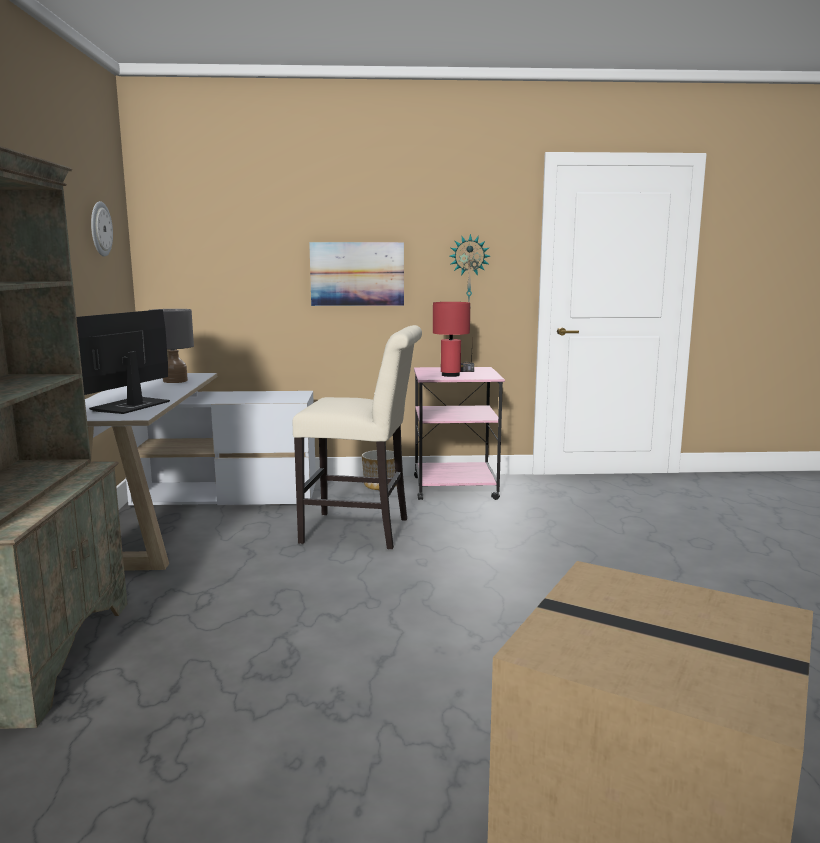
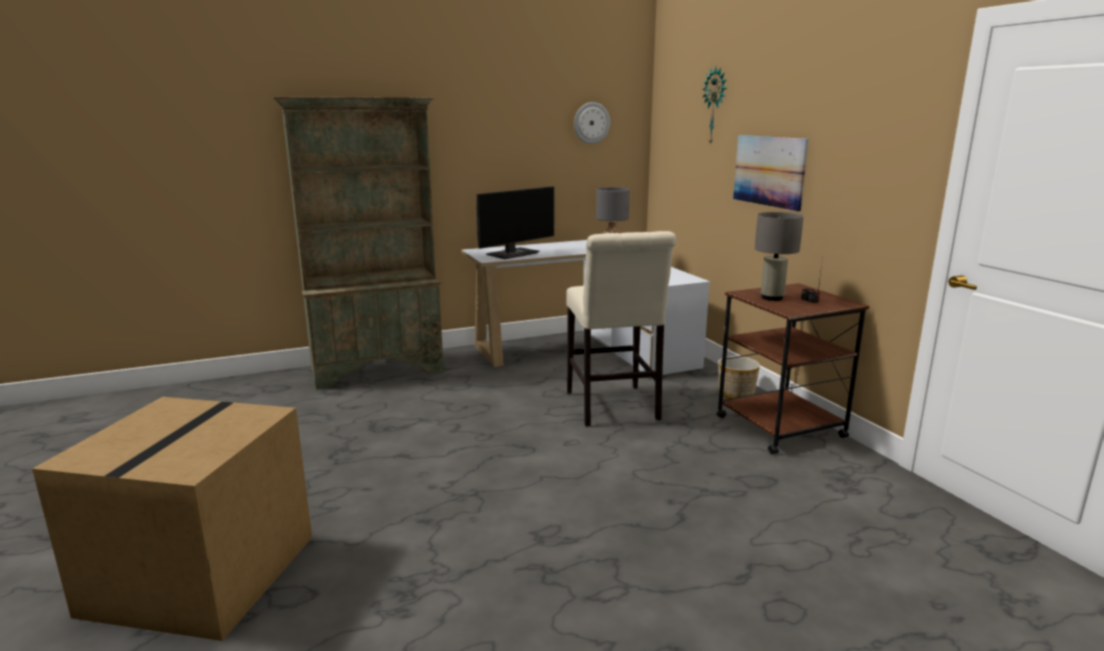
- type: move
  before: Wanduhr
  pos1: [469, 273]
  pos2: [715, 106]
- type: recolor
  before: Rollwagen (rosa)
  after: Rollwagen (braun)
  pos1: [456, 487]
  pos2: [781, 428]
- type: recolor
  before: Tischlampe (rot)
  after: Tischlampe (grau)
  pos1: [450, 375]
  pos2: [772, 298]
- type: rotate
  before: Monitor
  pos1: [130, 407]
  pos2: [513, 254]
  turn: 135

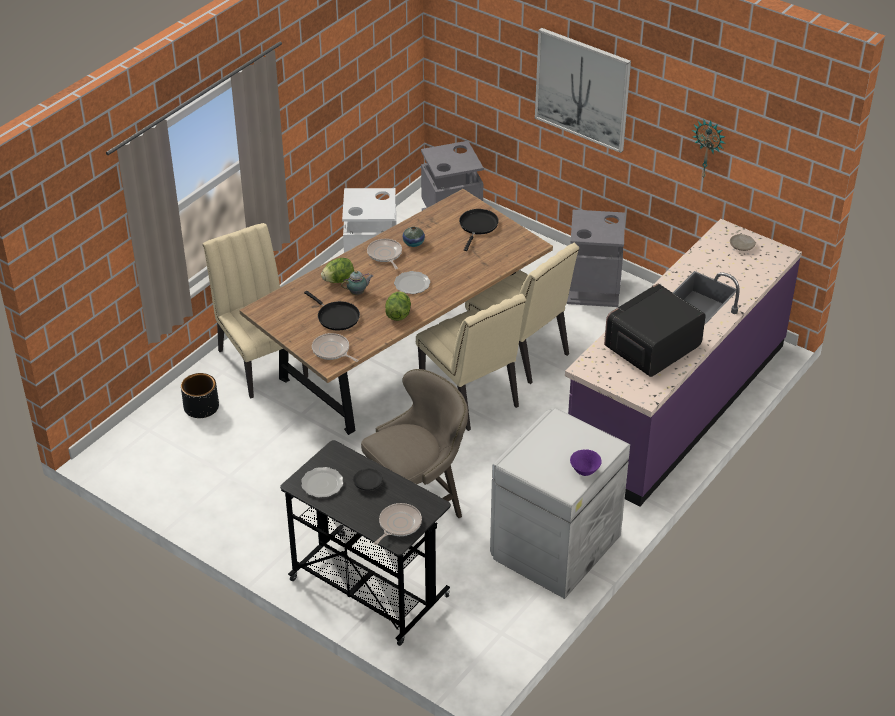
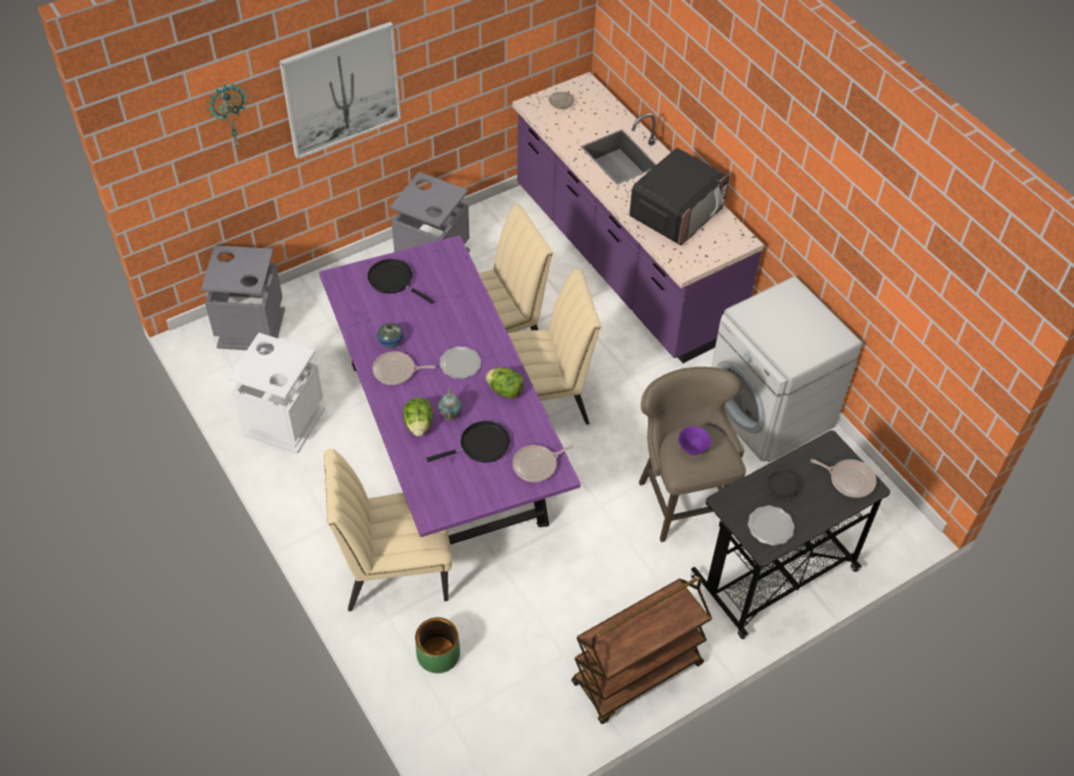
- type: insert
  after: Rollwagen (braun)
  pos2: [637, 675]
- type: move
  before: Schüssel (lila)
  pos1: [584, 471]
  pos2: [693, 449]
- type: move
  before: Wanduhr
  pos1: [708, 148]
  pos2: [229, 114]
- type: recolor
  before: Pflanzkübel (schwarz)
  after: Pflanzkübel (grün)
  pos1: [201, 407]
  pos2: [438, 654]
- type: recolor
  before: Esstisch (braun)
  after: Esstisch (lila)
  pos1: [401, 353]
  pos2: [446, 441]
- type: rotate
  before: Pfanne
  pos1: [398, 524]
  pos2: [849, 480]
  turn: 150
- type: rotate
  before: Mikrowelle
  pos1: [651, 348]
  pos2: [677, 213]
  turn: -120

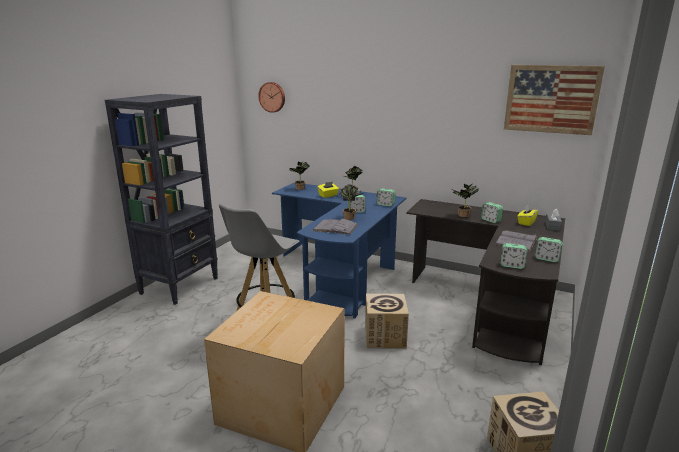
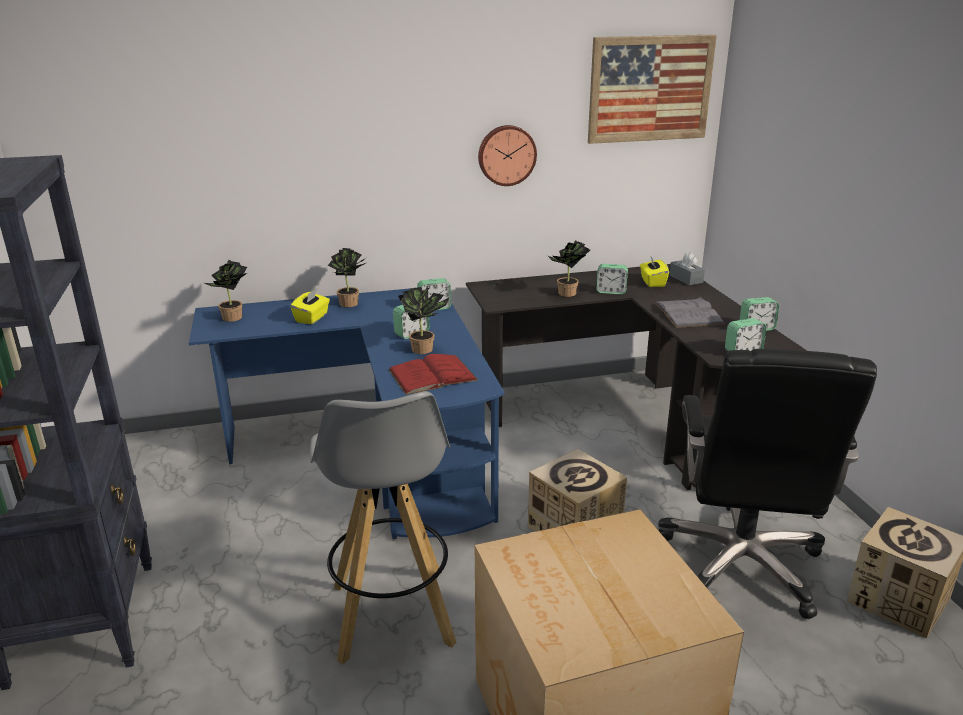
- type: insert
  after: Bürostuhl (schwarz)
  pos2: [741, 562]
- type: move
  before: Wanduhr
  pos1: [272, 97]
  pos2: [506, 155]
- type: recolor
  before: Buch (grau)
  after: Buch (rot)
  pos1: [335, 227]
  pos2: [432, 375]

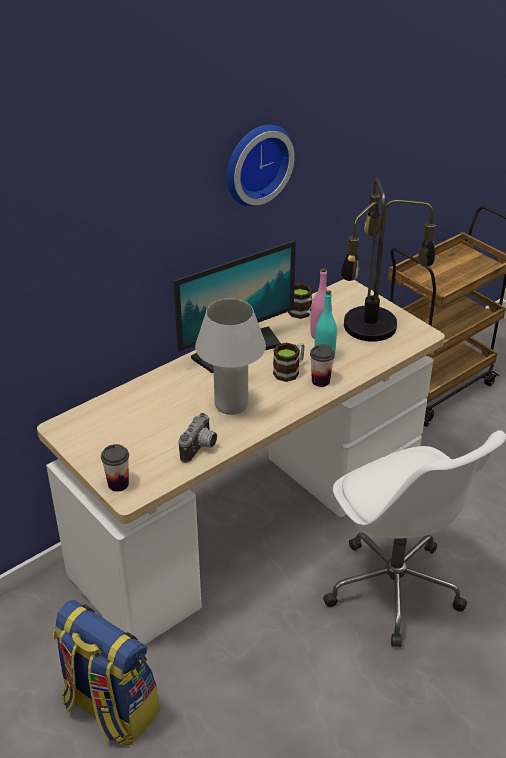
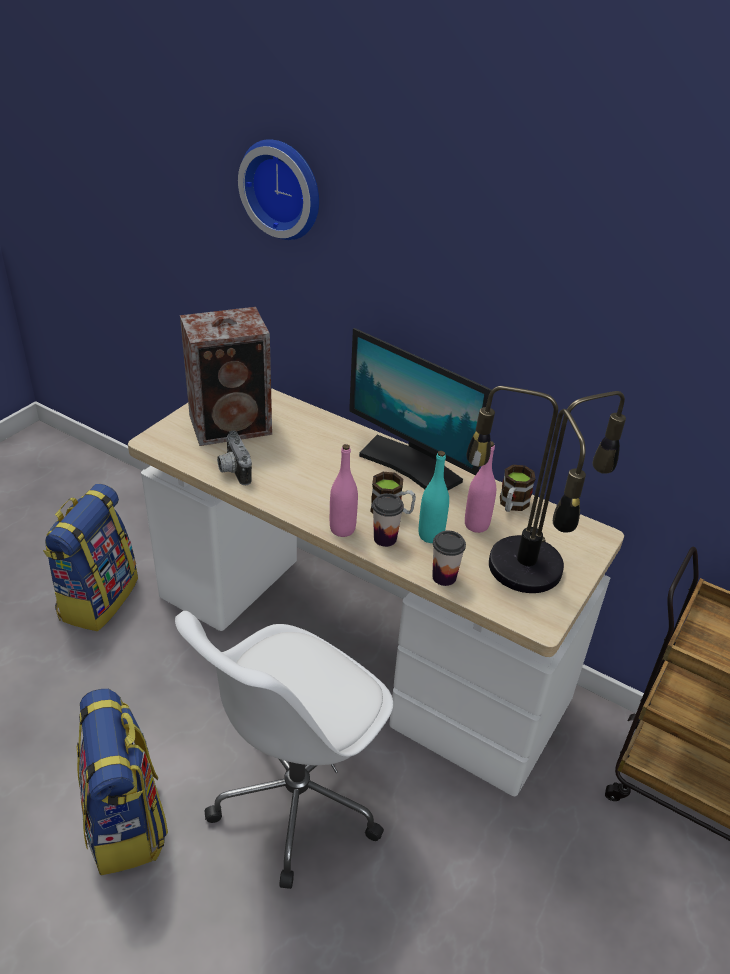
- type: delete
  before: Tischlampe (weiß)
  pos1: [231, 405]
- type: insert
  after: Rucksack
  pos2: [126, 822]
- type: insert
  after: Lautsprecher
  pos2: [233, 425]
- type: insert
  after: Flasche (rosa)
  pos2: [342, 529]
- type: move
  before: Tasse
  pos1: [118, 484]
  pos2: [444, 577]
- type: move
  before: Wanduhr
  pos1: [255, 163]
  pos2: [284, 188]
- type: rotate
  before: Kamera
  pos1: [200, 449]
  pos2: [232, 471]
  turn: 60

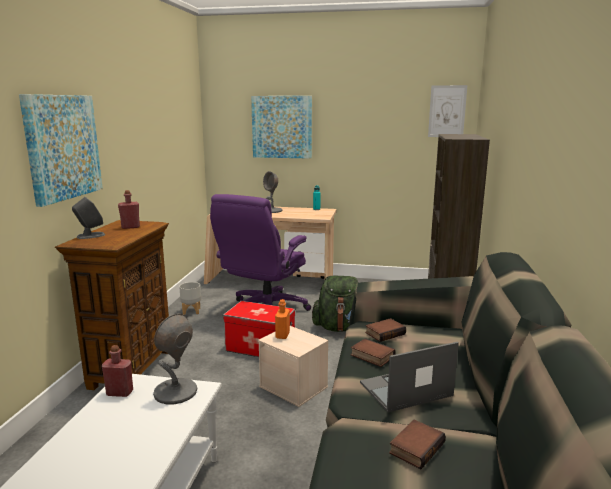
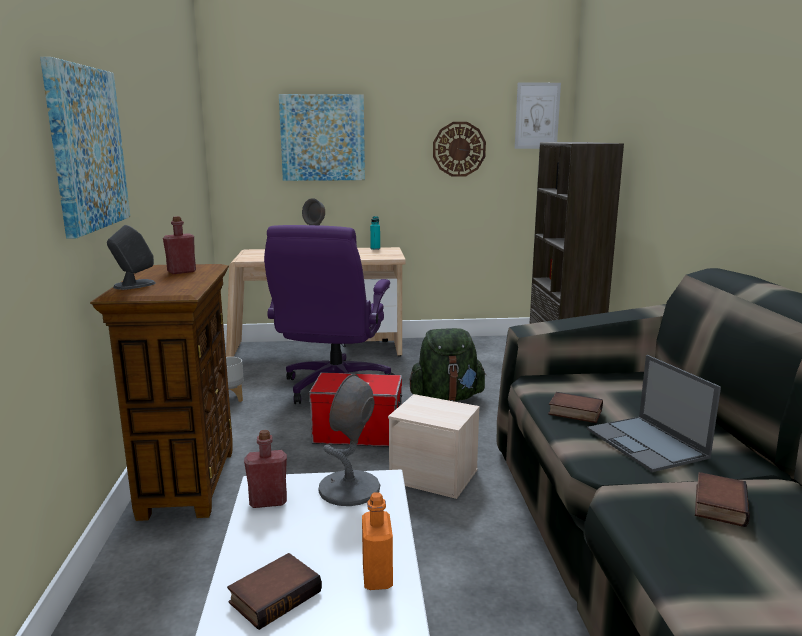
- type: insert
  after: Wanduhr
  pos2: [459, 149]
- type: move
  before: Flasche (orange)
  pos1: [282, 335]
  pos2: [377, 577]
- type: move
  before: Buch
  pos1: [385, 333]
  pos2: [275, 595]
- type: rotate
  before: Laptop
  pos1: [405, 389]
  pos2: [647, 444]
  turn: -75

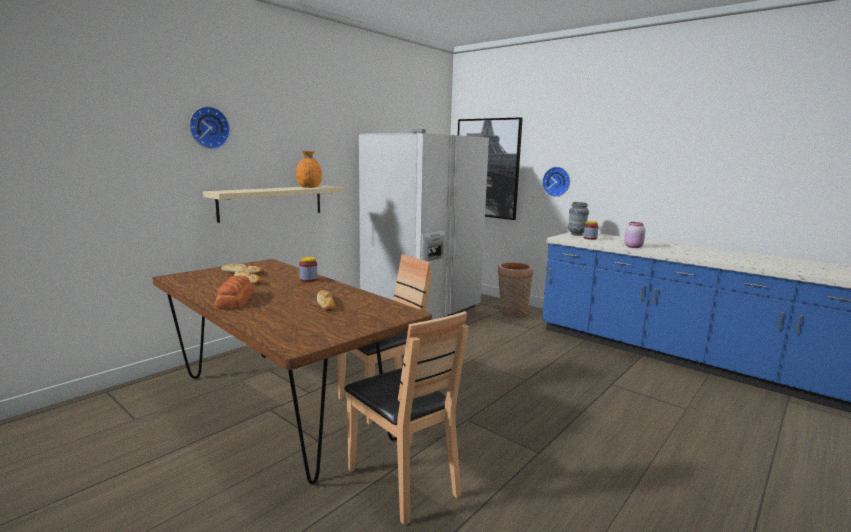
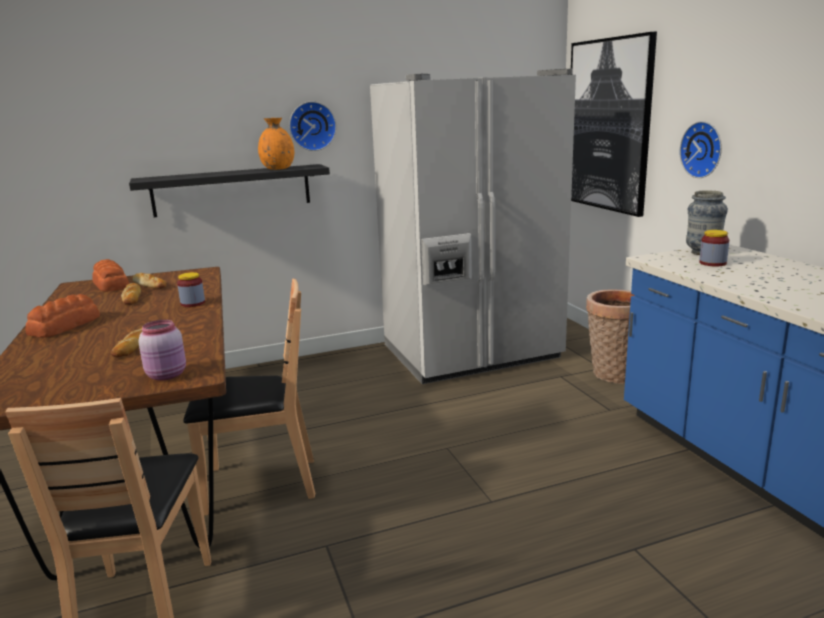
- type: insert
  after: Brot
  pos2: [111, 284]
- type: move
  before: Wanduhr
  pos1: [208, 128]
  pos2: [312, 126]
- type: move
  before: Vorratsglas (rosa)
  pos1: [633, 247]
  pos2: [168, 375]
- type: recolor
  before: Wandregal (beige)
  after: Wandregal (schwarz)
  pos1: [272, 202]
  pos2: [232, 190]

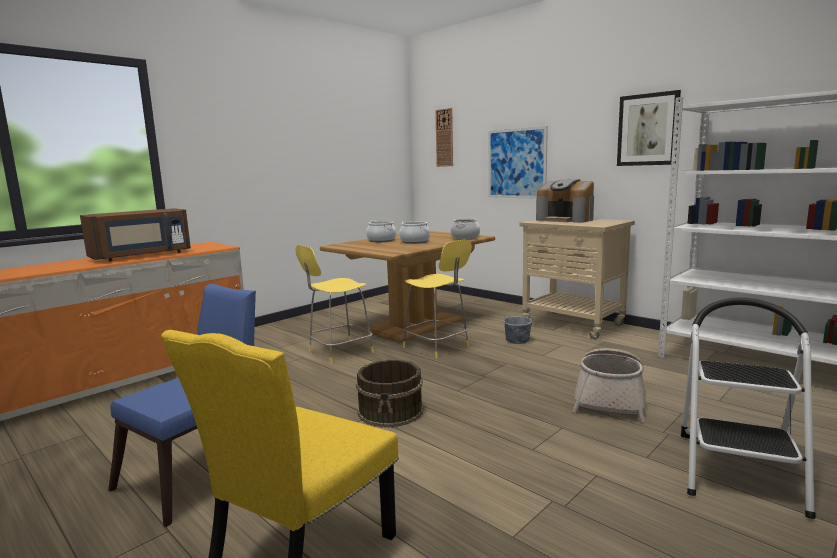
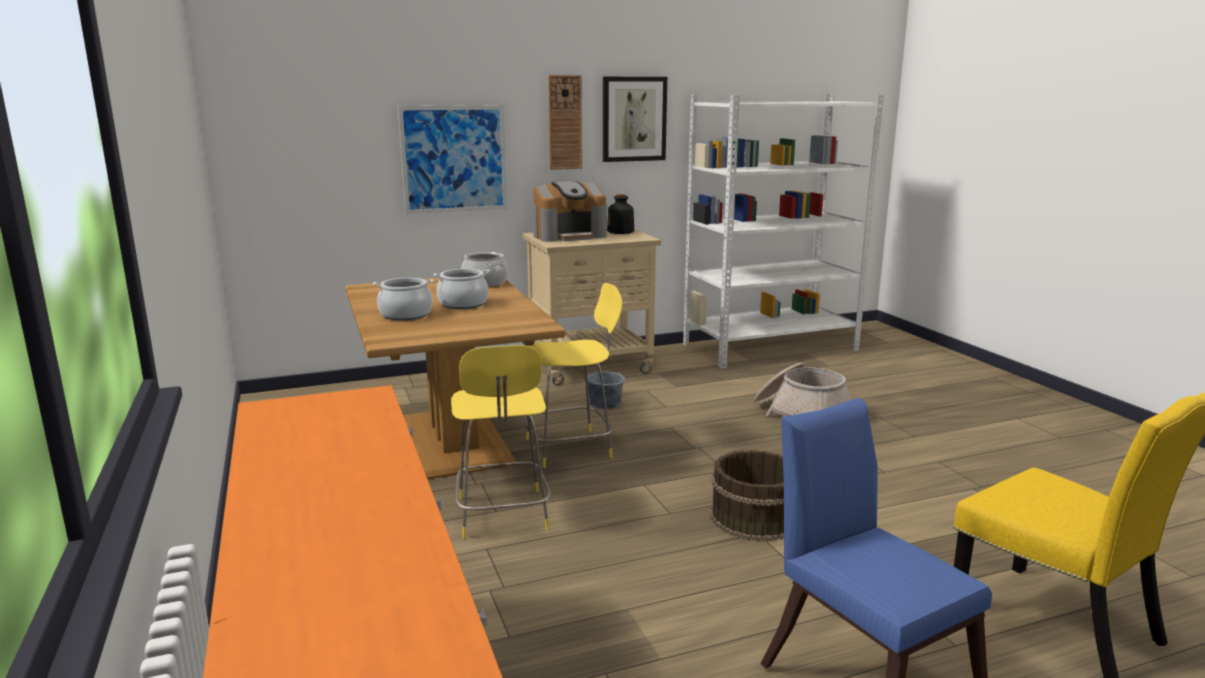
- type: delete
  before: Mikrowelle (braun)
  pos1: [142, 256]
- type: delete
  before: Trittleiter
  pos1: [738, 469]
- type: insert
  after: Flasche
  pos2: [620, 232]
- type: move
  before: Wanduhr
  pos1: [444, 138]
  pos2: [565, 122]

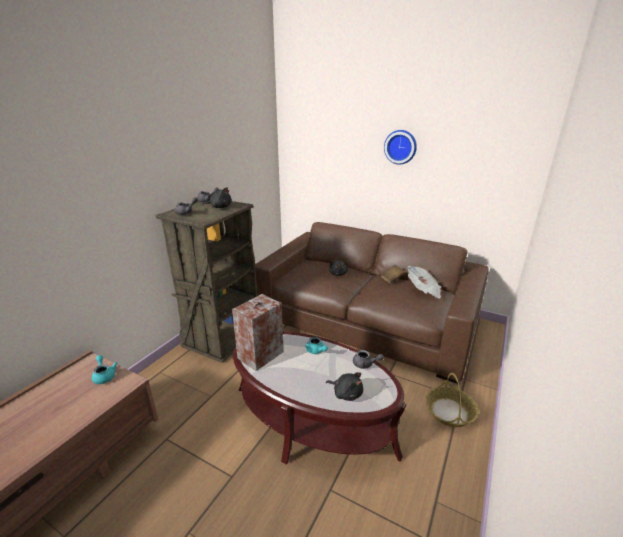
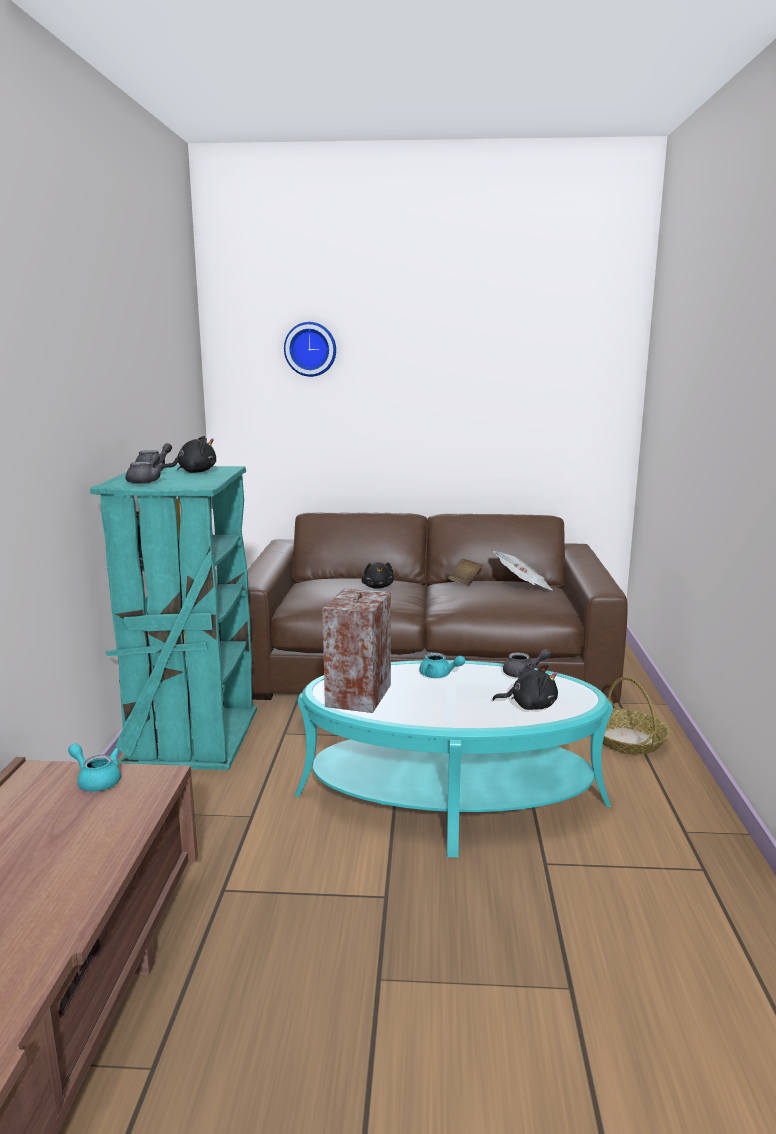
- type: move
  before: Wanduhr
  pos1: [400, 147]
  pos2: [310, 349]
- type: recolor
  before: Bücherregal (braun)
  after: Bücherregal (türkis)
  pos1: [223, 336]
  pos2: [193, 736]
- type: recolor
  before: Couchtisch (braun)
  after: Couchtisch (türkis)
  pos1: [312, 420]
  pos2: [450, 798]

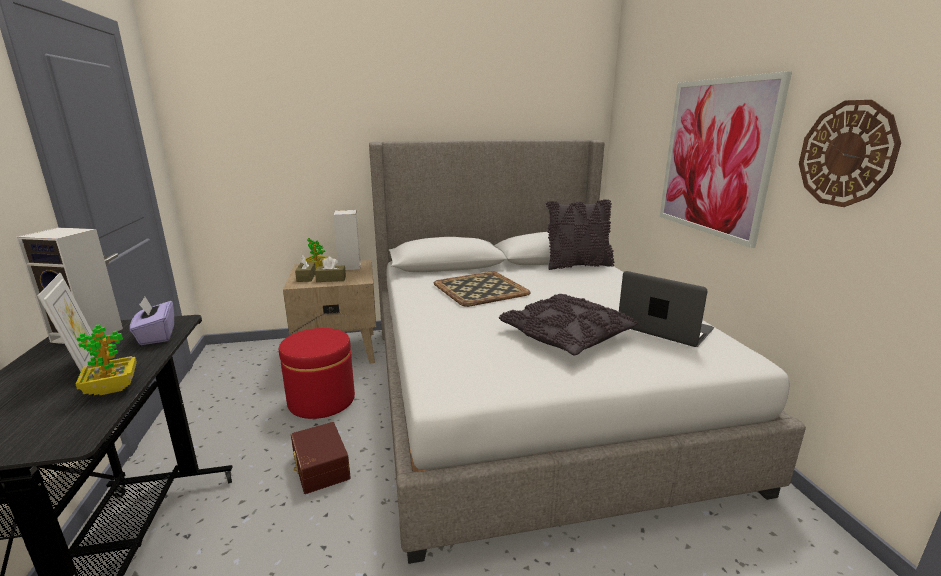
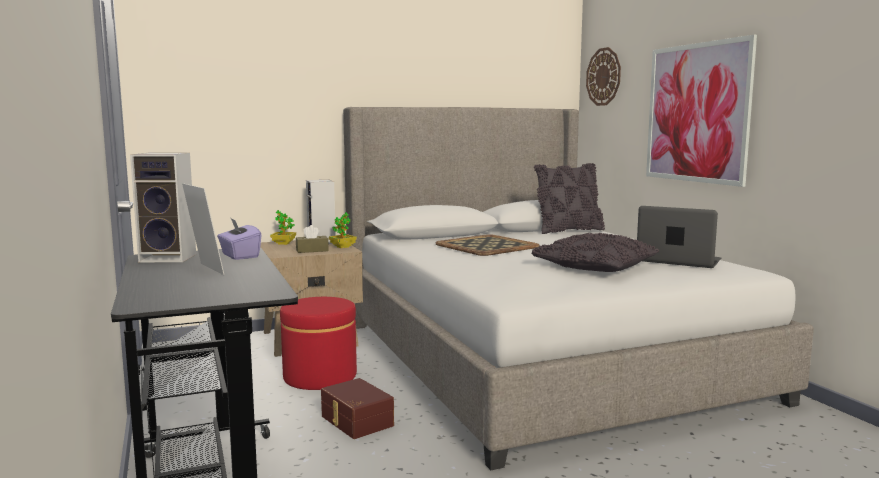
- type: delete
  before: Taschentuchbox (braun)
  pos1: [306, 277]
- type: move
  before: Topfpflanze
  pos1: [112, 388]
  pos2: [342, 247]
- type: move
  before: Wanduhr
  pos1: [846, 154]
  pos2: [603, 77]

